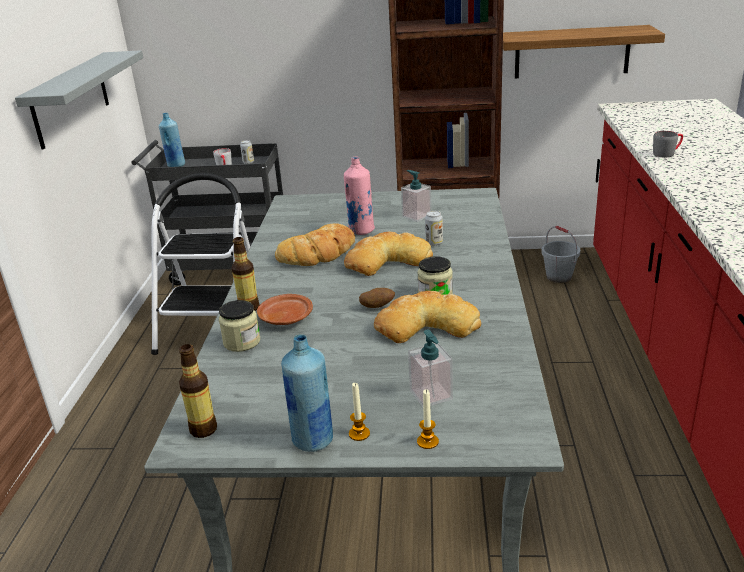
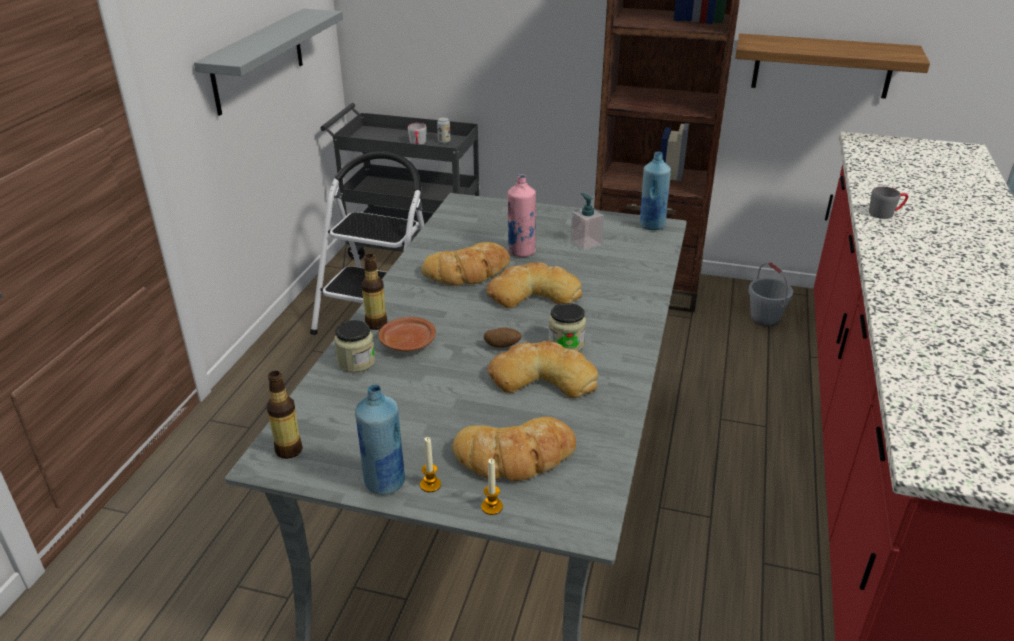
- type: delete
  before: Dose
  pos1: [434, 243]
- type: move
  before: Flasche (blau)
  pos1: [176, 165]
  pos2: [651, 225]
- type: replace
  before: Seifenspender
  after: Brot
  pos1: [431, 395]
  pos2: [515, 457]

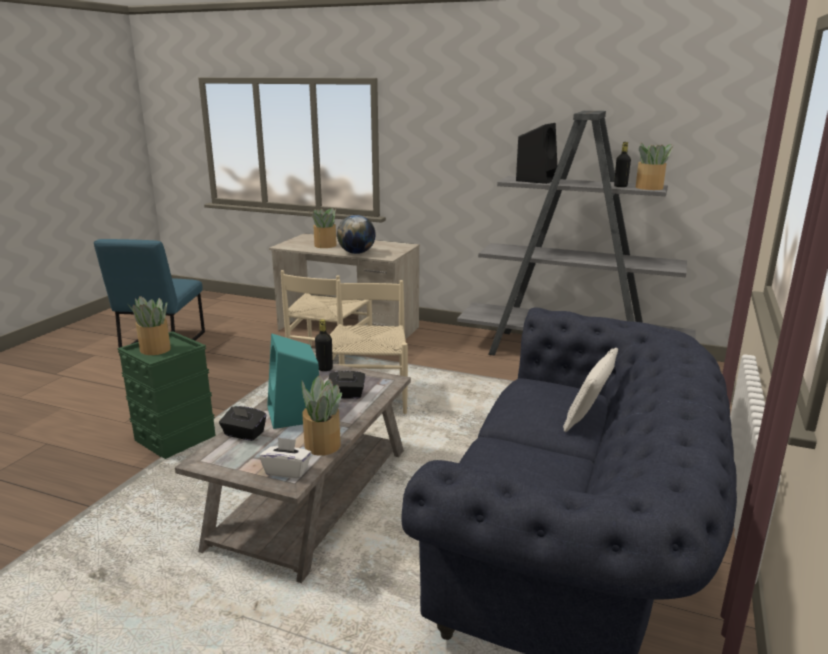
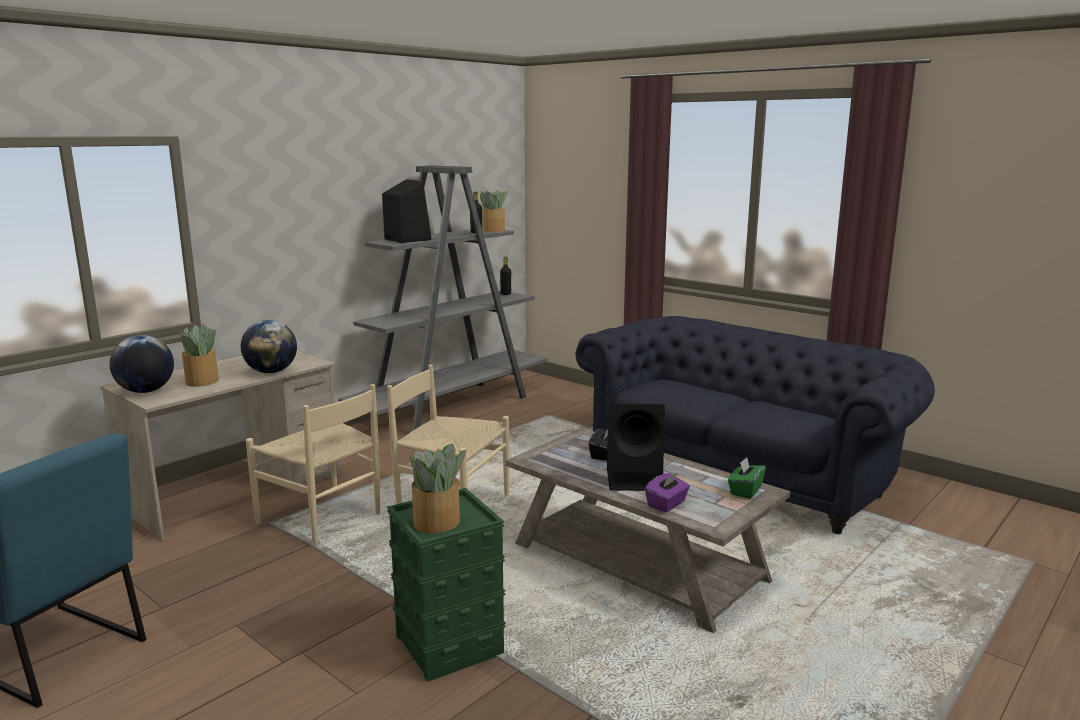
- type: delete
  before: Topfpflanze
  pos1: [322, 444]
- type: delete
  before: Kissen (weiß)
  pos1: [588, 414]
- type: insert
  after: Globus
  pos2: [146, 391]
- type: move
  before: Flasche (schwarz)
  pos1: [325, 368]
  pos2: [505, 294]
- type: recolor
  before: Taschentuchbox (schwarz)
  after: Taschentuchbox (lila)
  pos1: [244, 434]
  pos2: [667, 504]
- type: recolor
  before: Taschentuchbox (weiß)
  after: Taschentuchbox (grün)
  pos1: [287, 471]
  pos2: [745, 490]
- type: recolor
  before: Lautsprecher (türkis)
  after: Lautsprecher (schwarz)
  pos1: [294, 414]
  pos2: [635, 479]

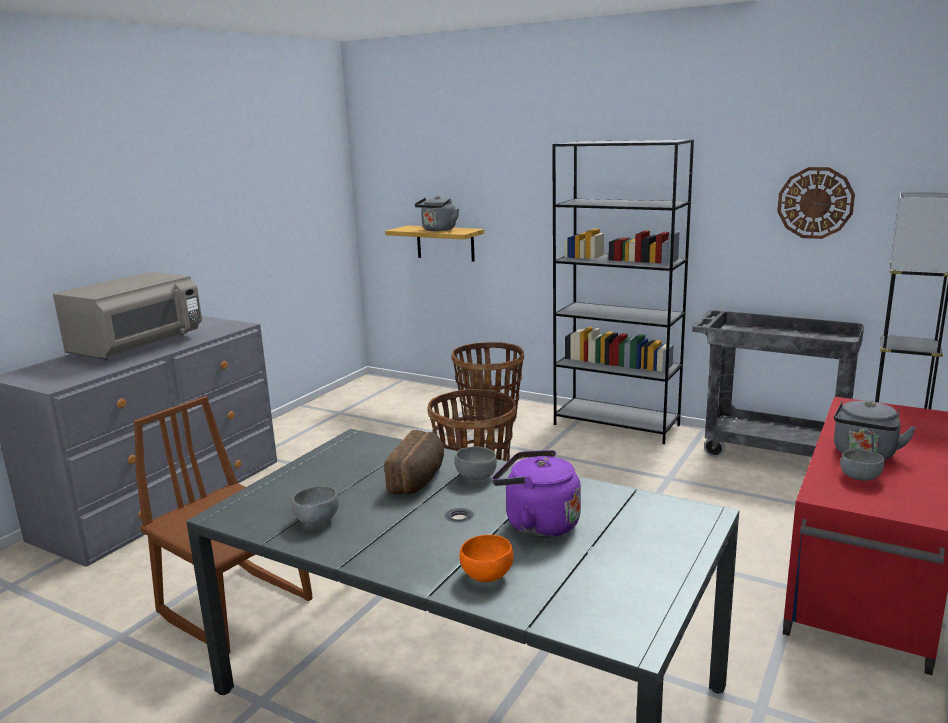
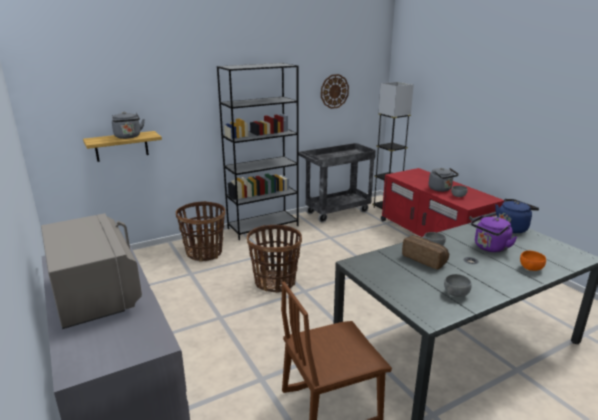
- type: insert
  after: Wasserkessel (blau)
  pos2: [512, 228]

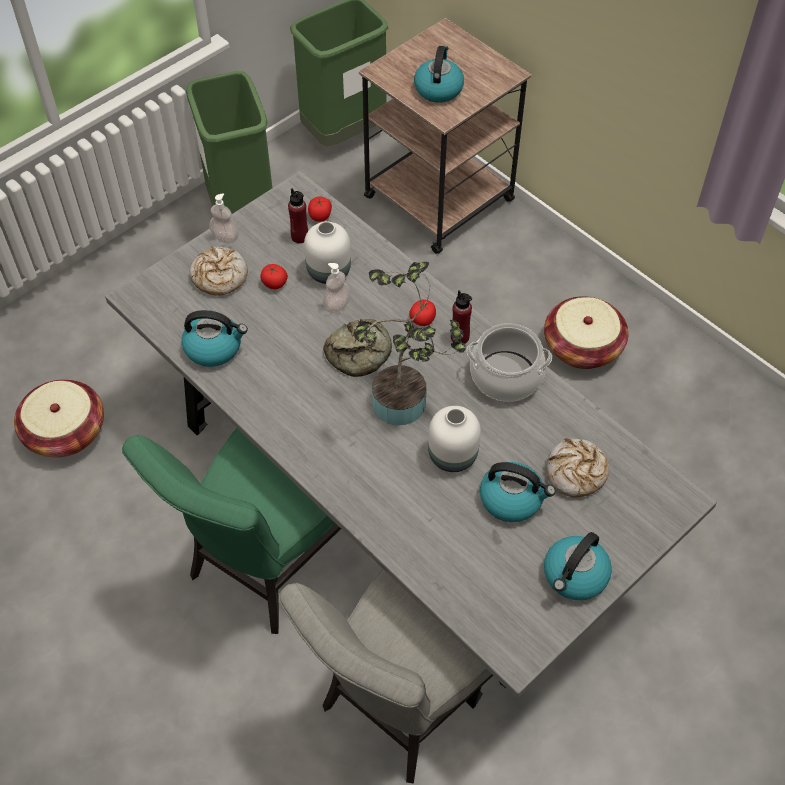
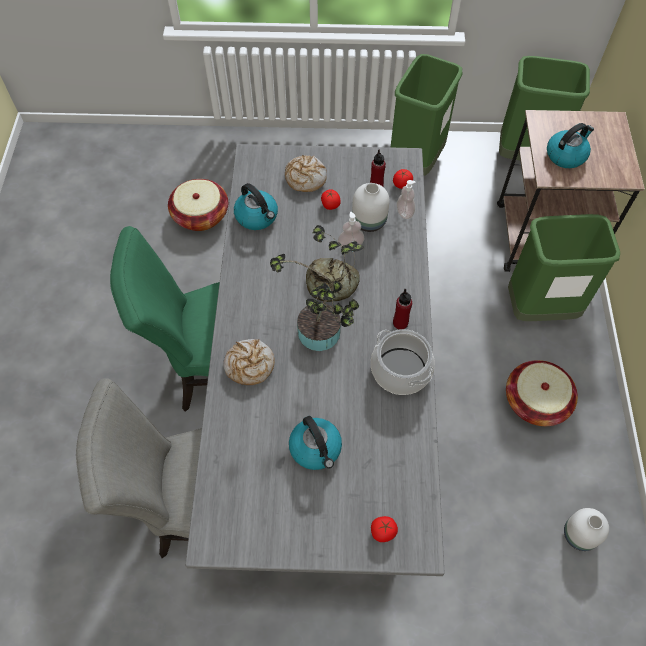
- type: delete
  before: Wasserkessel
  pos1: [575, 576]
- type: insert
  after: Mülleimer (grün)
  pos2: [539, 309]
- type: move
  before: Seifenspender
  pos1: [225, 237]
  pos2: [404, 212]
- type: move
  before: Tomate
  pos1: [422, 319]
  pos2: [383, 531]
- type: move
  before: Vase (weiß)
  pos1: [452, 456]
  pos2: [578, 535]
- type: move
  before: Brot
  pos1: [576, 473]
  pos2: [249, 365]

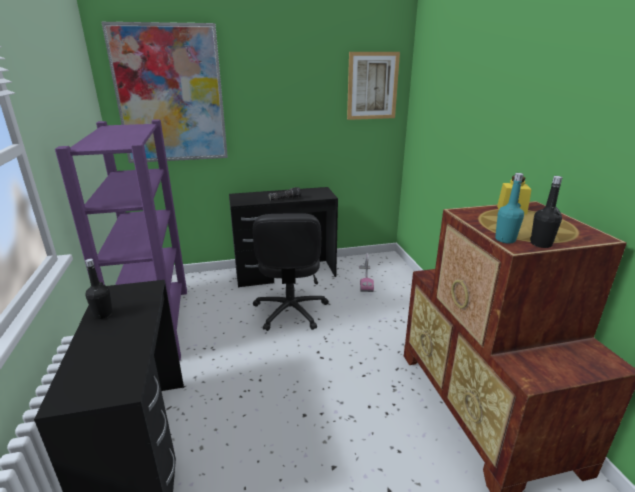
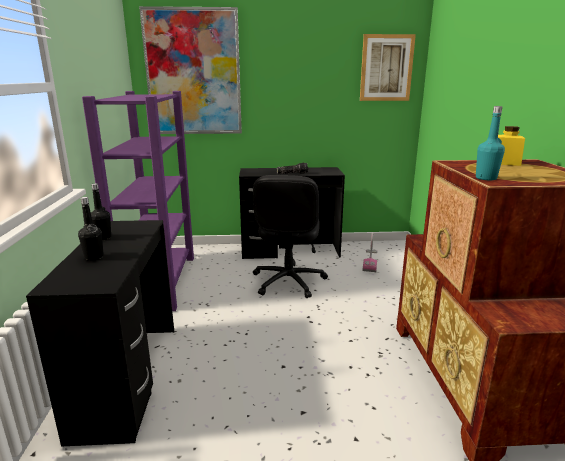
- type: move
  before: Flasche (schwarz)
  pos1: [541, 244]
  pos2: [94, 257]

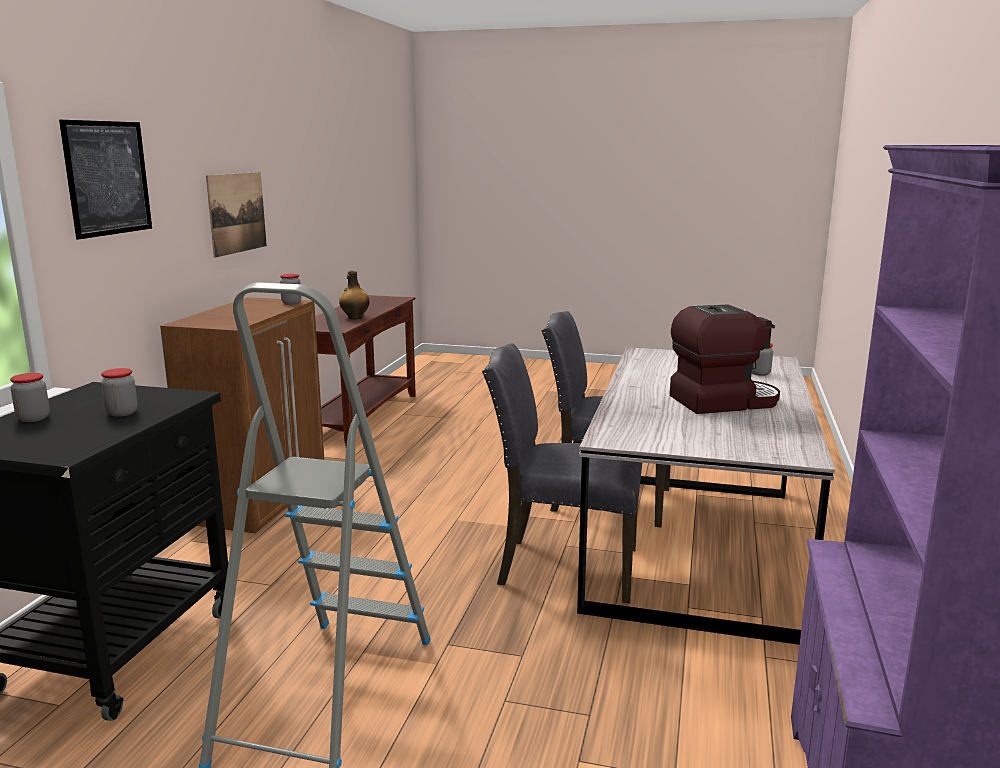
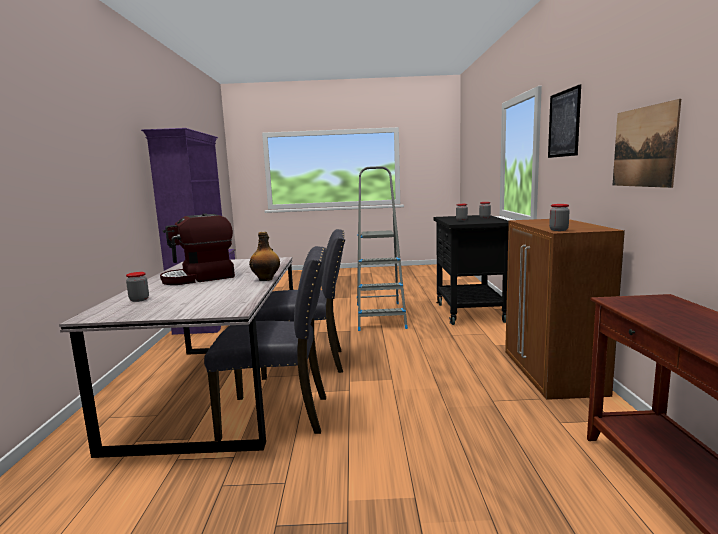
- type: move
  before: Flasche
  pos1: [355, 318]
  pos2: [266, 279]

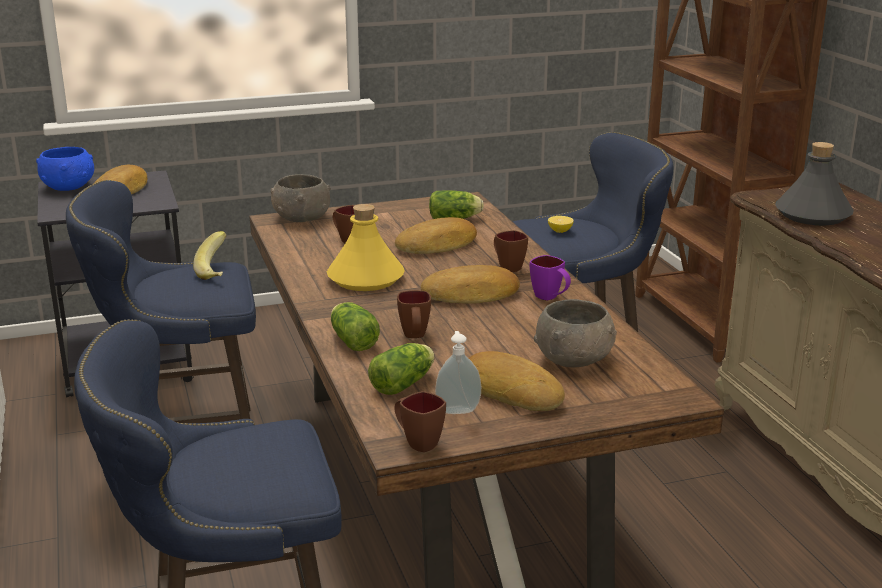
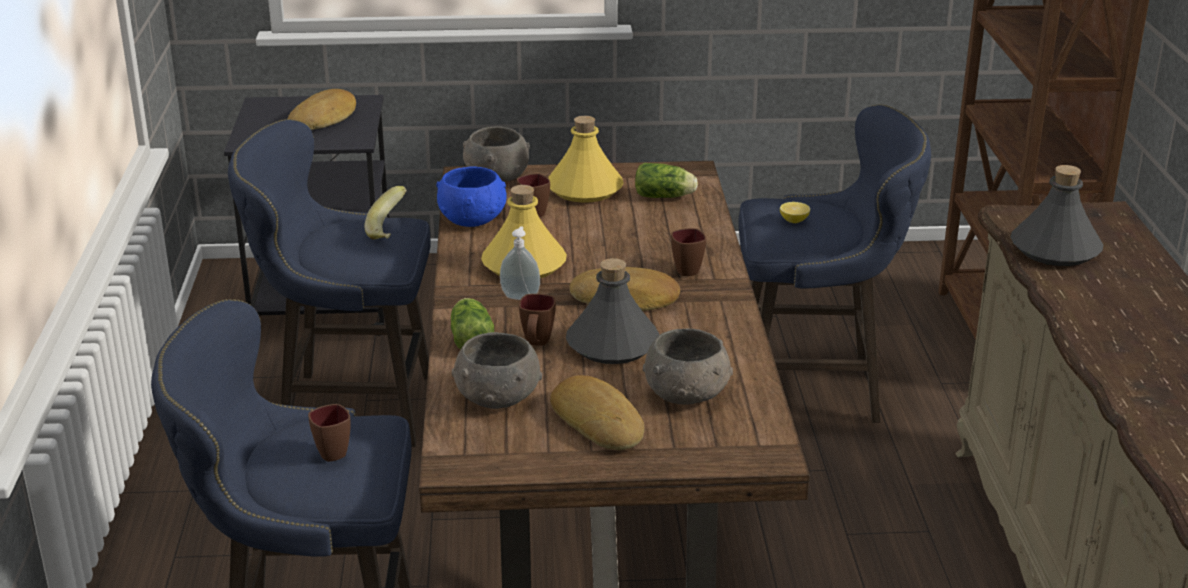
- type: delete
  before: Brot
  pos1: [438, 245]
- type: delete
  before: Henkelbecher (lila)
  pos1: [550, 298]
- type: insert
  after: Flasche (gelb)
  pos2: [584, 189]
- type: insert
  after: Flasche (grau)
  pos2: [612, 344]
- type: move
  before: Schüssel (blau)
  pos1: [69, 187]
  pos2: [473, 219]
- type: move
  before: Henkelbecher (braun)
  pos1: [417, 442]
  pos2: [330, 450]
- type: move
  before: Seifenspender
  pos1: [457, 410]
  pos2: [520, 296]
- type: replace
  before: Salatkopf
  after: Schüssel (grau)
  pos1: [405, 383]
  pos2: [496, 397]

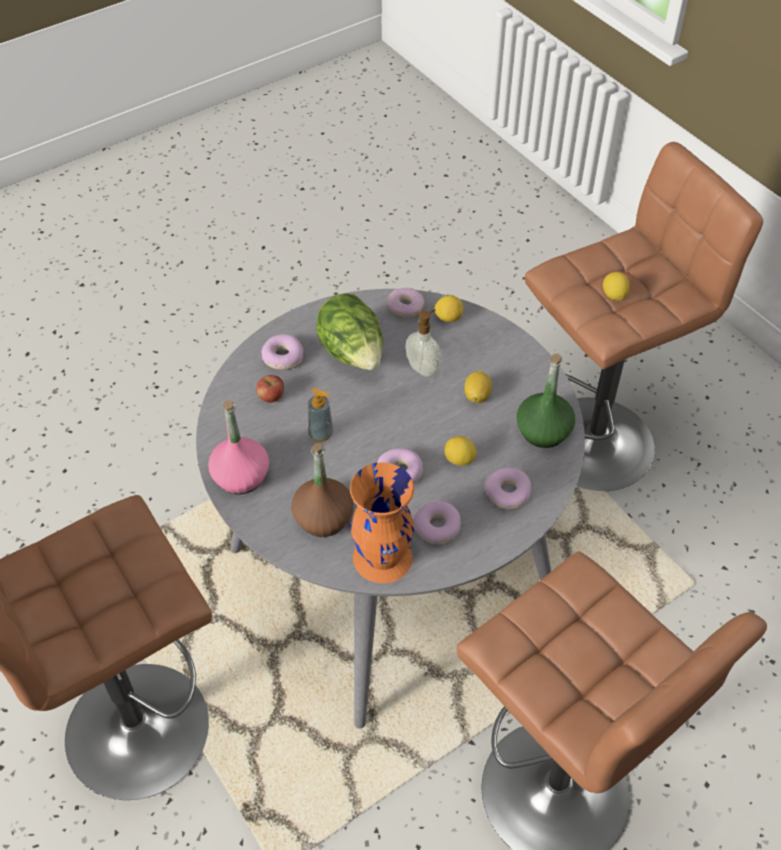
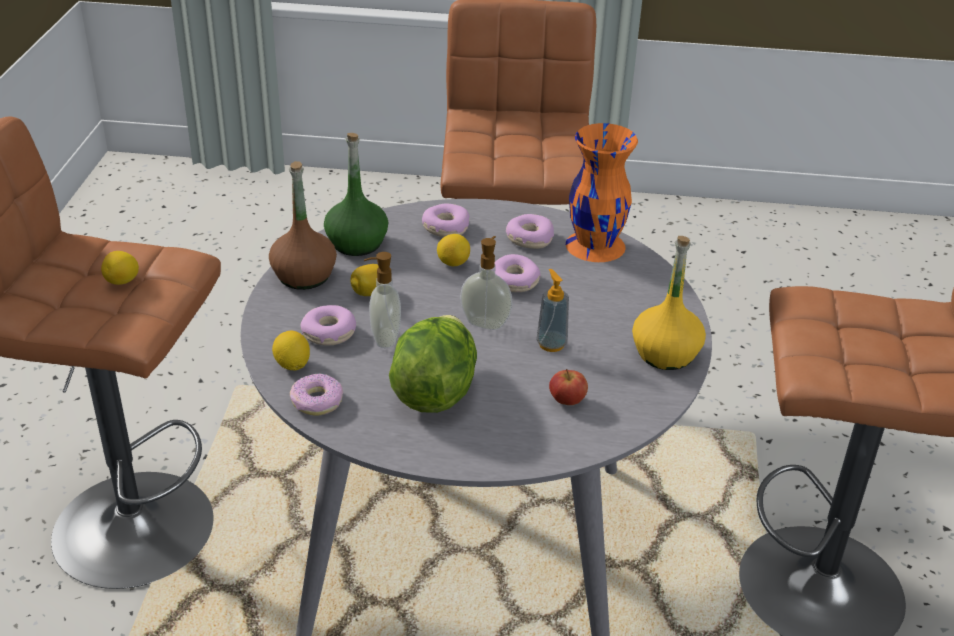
- type: insert
  after: Seifenspender
  pos2: [485, 323]
- type: move
  before: Donut
  pos1: [282, 357]
  pos2: [329, 333]
- type: move
  before: Flasche (braun)
  pos1: [323, 518]
  pos2: [304, 276]
- type: recolor
  before: Flasche (rosa)
  after: Flasche (gelb)
  pos1: [241, 477]
  pos2: [665, 354]

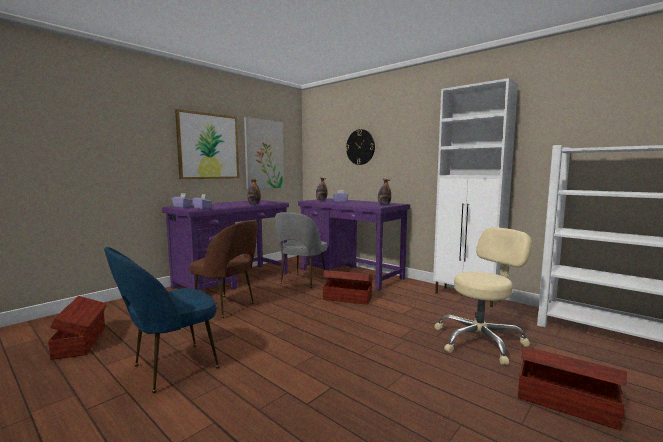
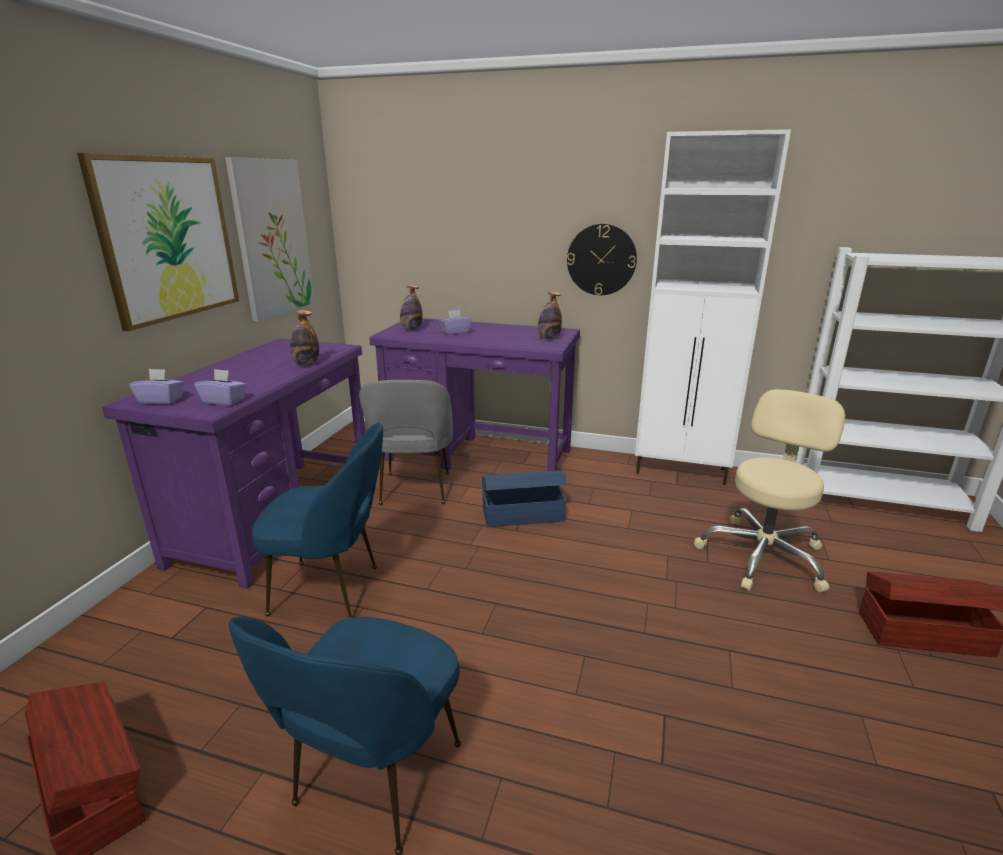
- type: move
  before: Wanduhr
  pos1: [360, 147]
  pos2: [601, 260]
- type: recolor
  before: Stuhl (braun)
  after: Stuhl (blau)
  pos1: [227, 307]
  pos2: [334, 591]
- type: recolor
  before: Aufbewahrungsbox (braun)
  after: Aufbewahrungsbox (blau)
  pos1: [347, 298]
  pos2: [522, 514]

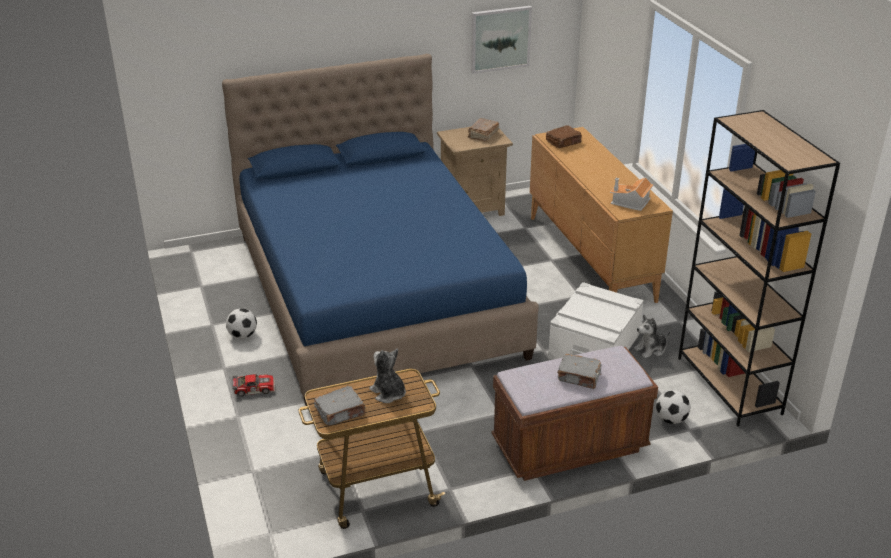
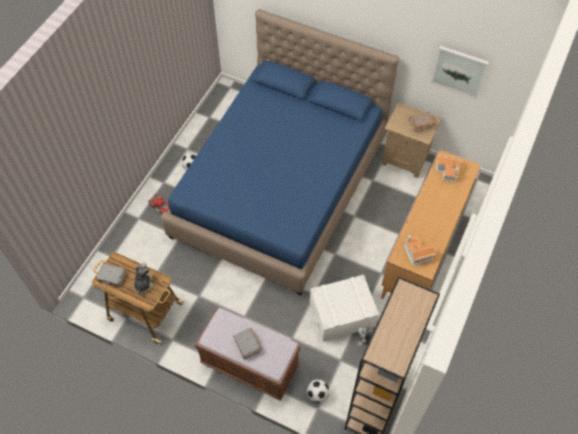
- type: replace
  before: Buch (braun)
  after: Spielzeughaus
  pos1: [563, 142]
  pos2: [448, 171]

